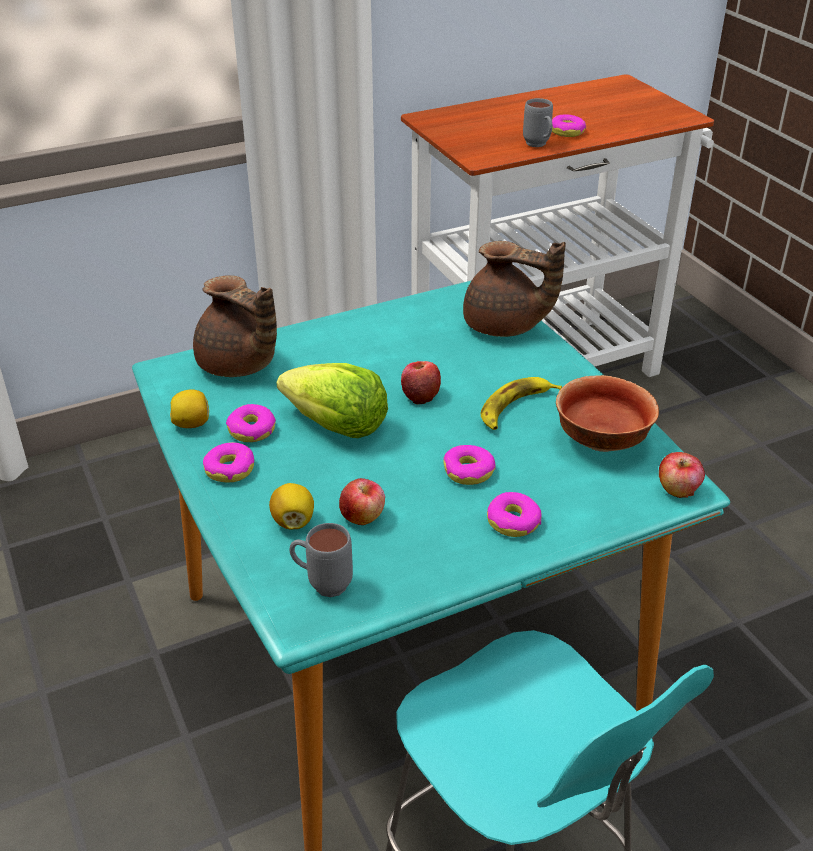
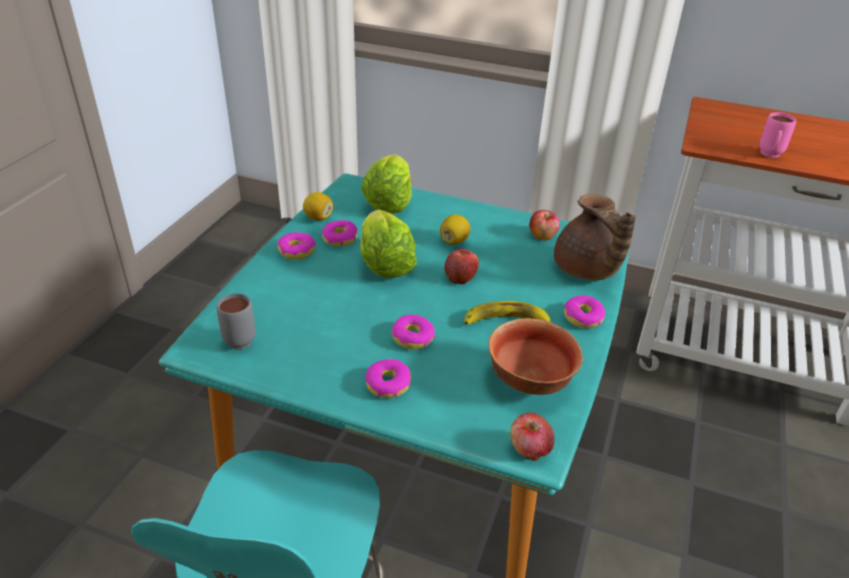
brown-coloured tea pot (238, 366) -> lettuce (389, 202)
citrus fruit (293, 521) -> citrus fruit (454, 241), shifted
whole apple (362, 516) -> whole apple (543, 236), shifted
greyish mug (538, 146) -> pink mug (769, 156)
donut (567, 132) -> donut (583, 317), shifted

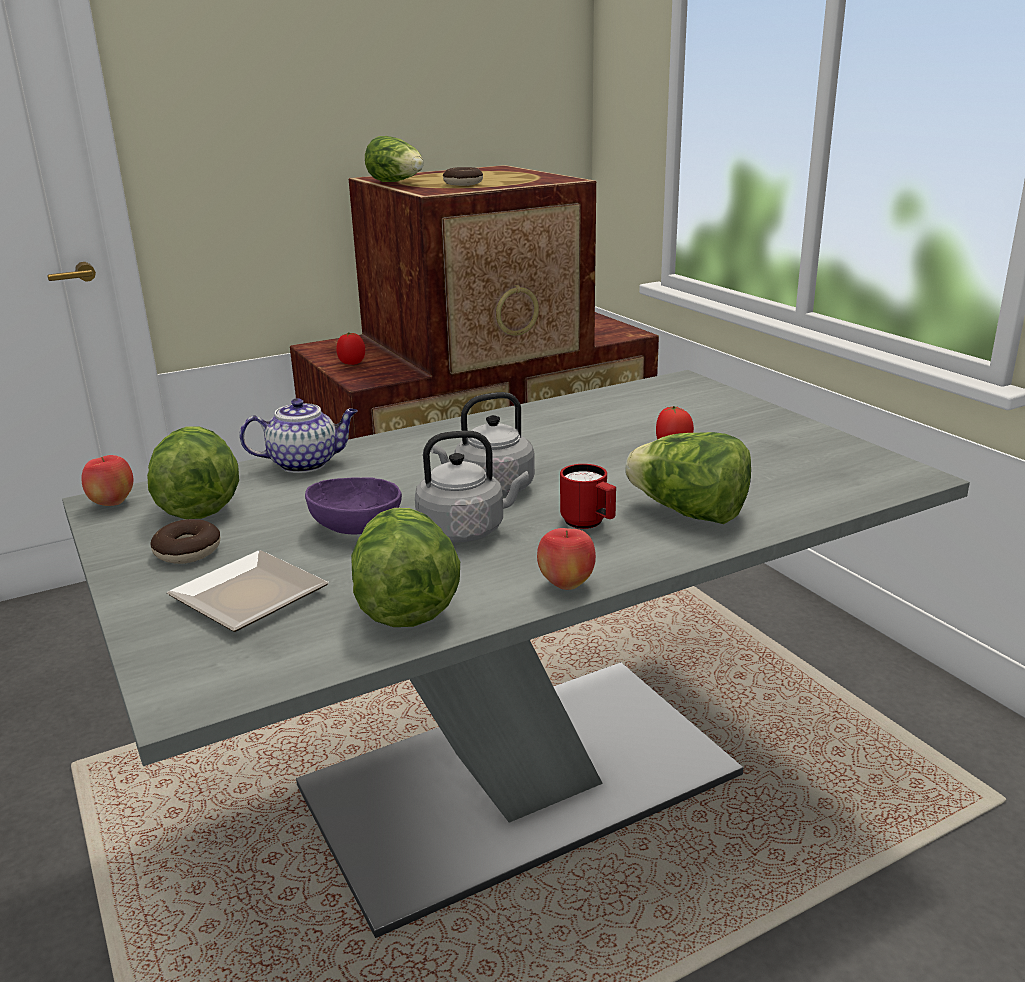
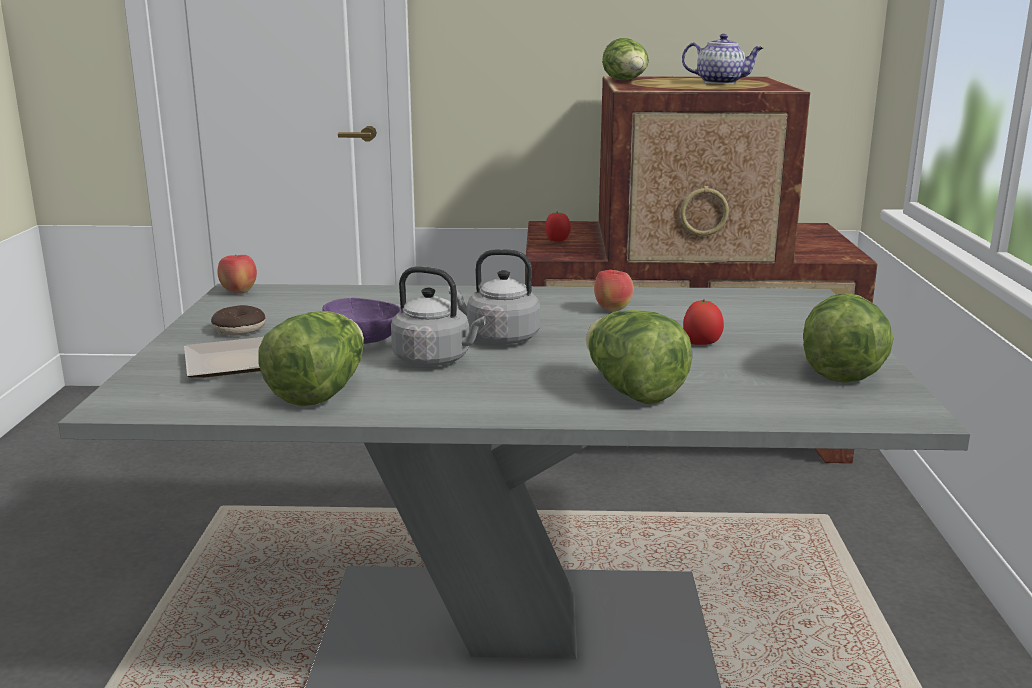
lettuce (198, 504) -> lettuce (839, 370), shifted
tea pot (305, 463) -> tea pot (721, 82), shifted
donut (463, 184) -> none
whole apple (566, 585) -> whole apple (612, 310), shifted
red-coloured mug (589, 524) -> none

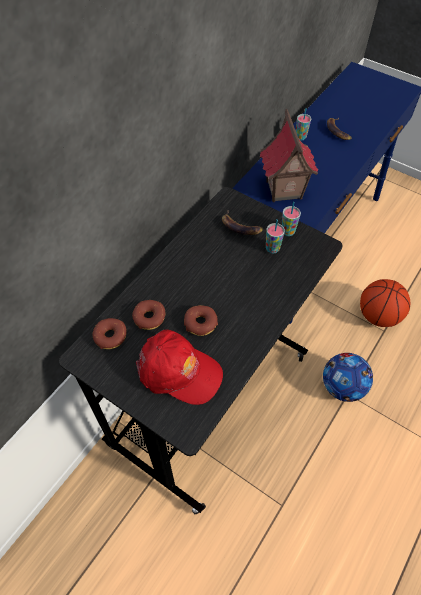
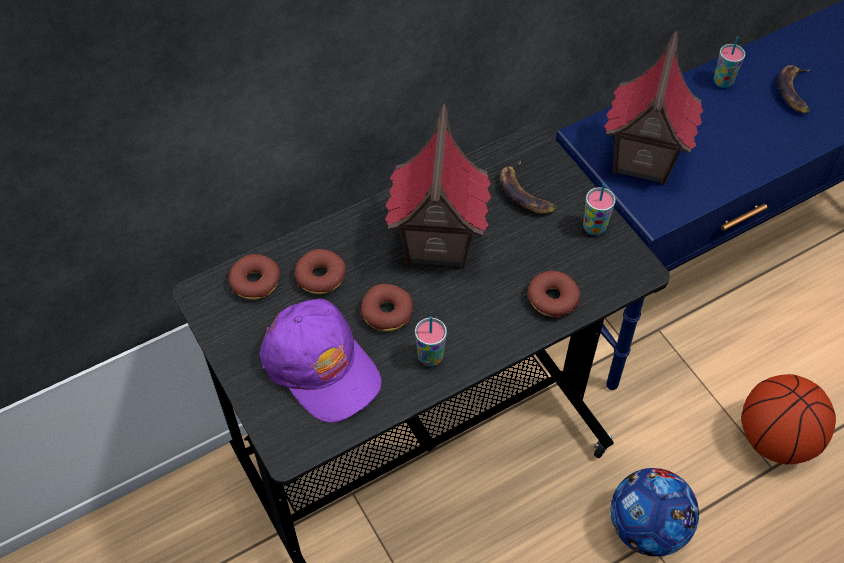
red-coloured peaked cap (179, 371) -> purple-coloured peaked cap (321, 365)
small cup (272, 249) -> small cup (430, 357), shifted
none -> model house (436, 243)
none -> donut (552, 299)

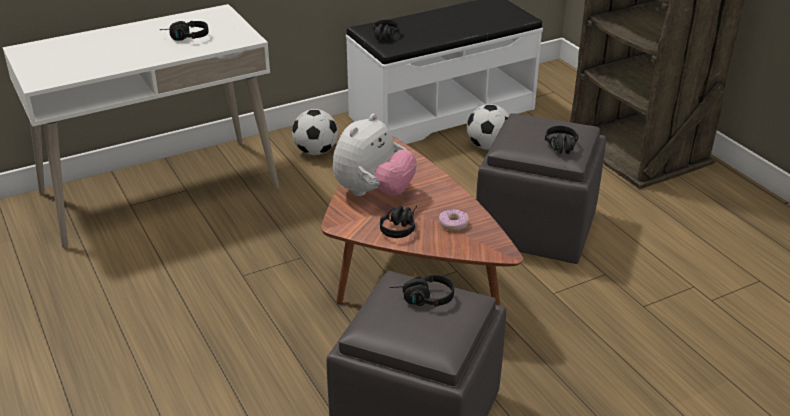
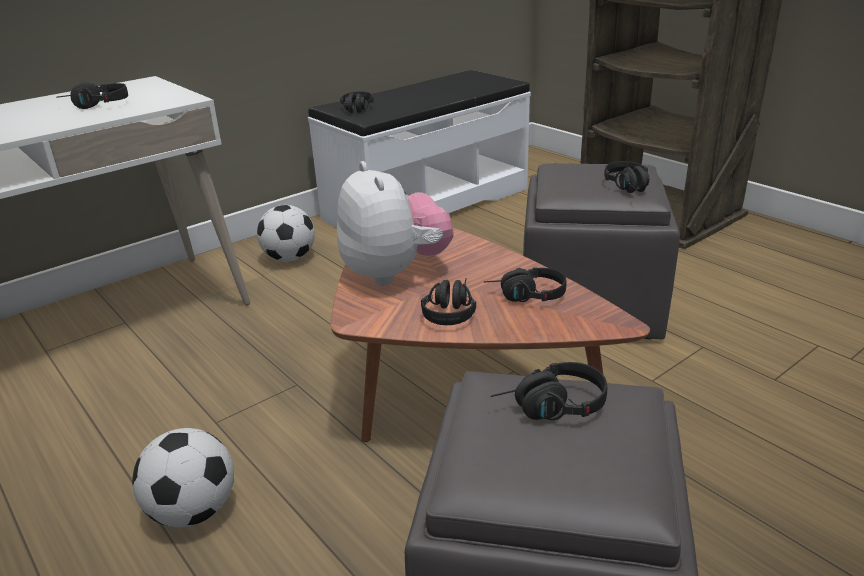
soft toy (373, 192) -> soft toy (394, 273), 45 degrees counterclockwise
donut (453, 224) -> black headphones (525, 296)
ball for football (488, 146) -> ball for football (193, 511), shifted

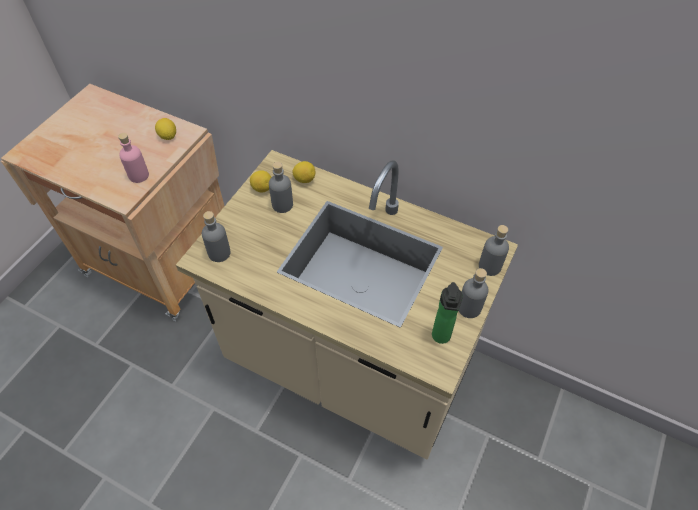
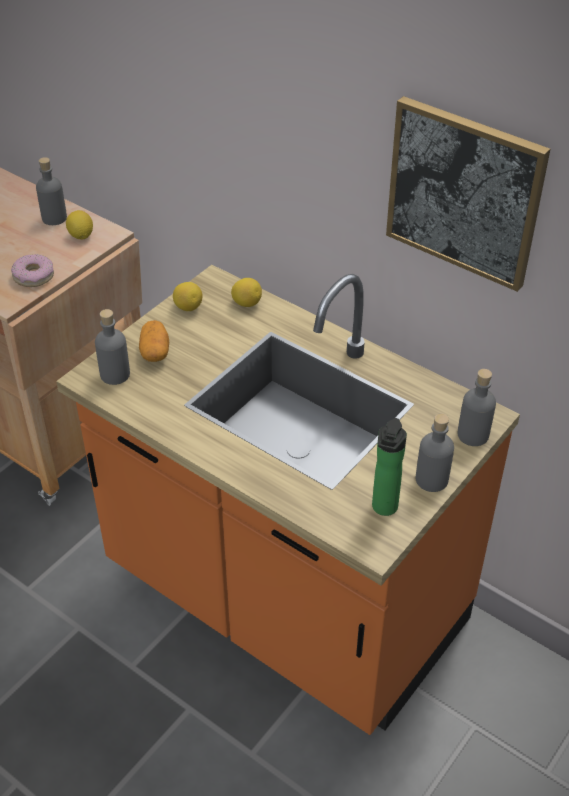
pink bottle (139, 175) -> donut (33, 276)
sand-coloured kitchen counter (349, 365) -> orange kitchen counter (284, 600)
greyish bottle (282, 205) -> greyish bottle (54, 218), shifted
none -> spud (155, 351)
none -> wall picture (464, 192)

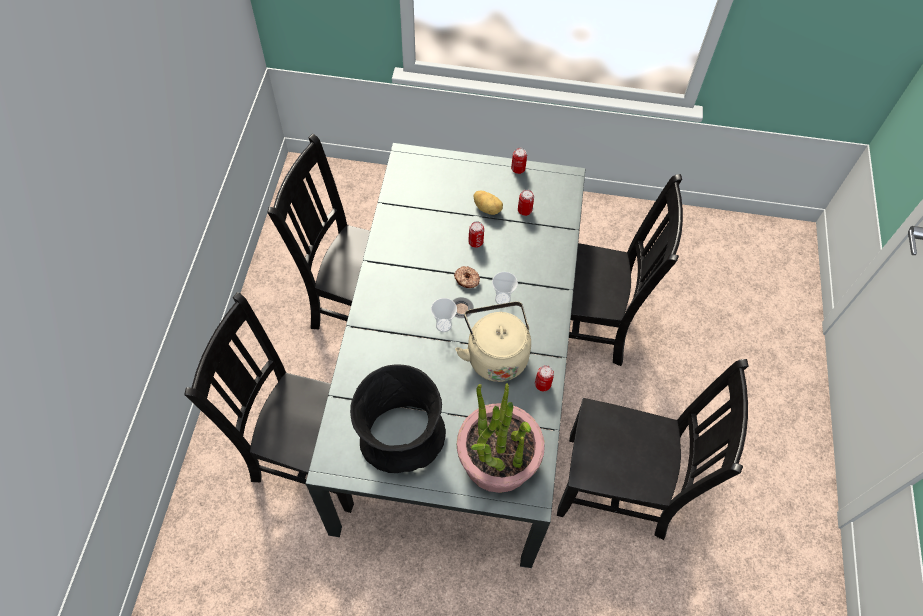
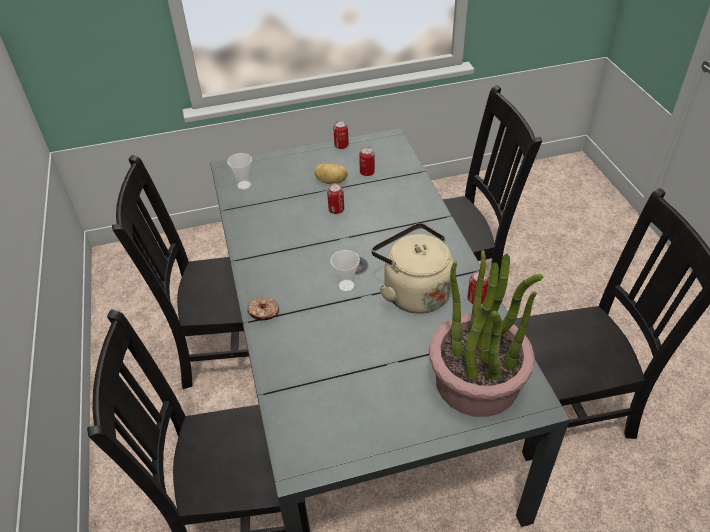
black vase (400, 436) -> none
donut (467, 280) -> donut (263, 312), shifted
small cup (502, 299) -> small cup (244, 185), shifted

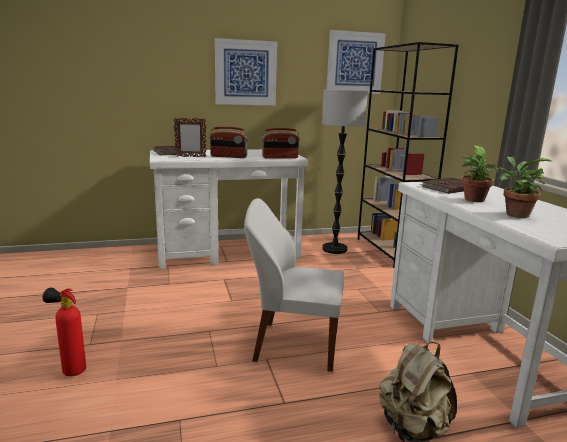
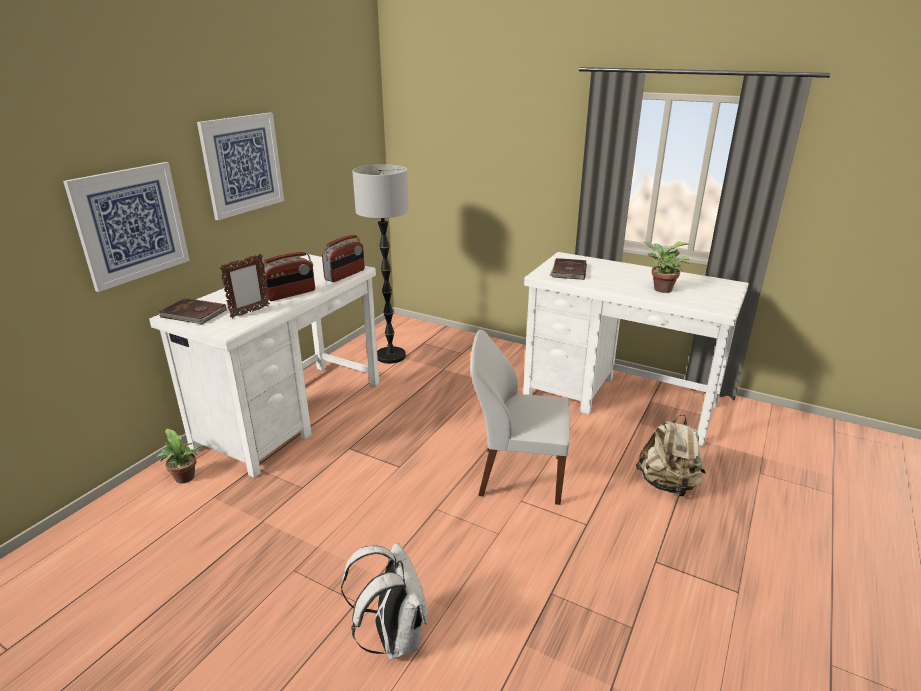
fire extinguisher (70, 371) -> white knapsack (393, 637)
white plain chair (294, 345) -> white plain chair (518, 475), 45 degrees clockwise
wall picture (355, 63) -> wall picture (131, 224), shifted
sand-coloured bookcase (391, 251) -> none
houseplant (475, 200) -> houseplant (185, 479), shifted

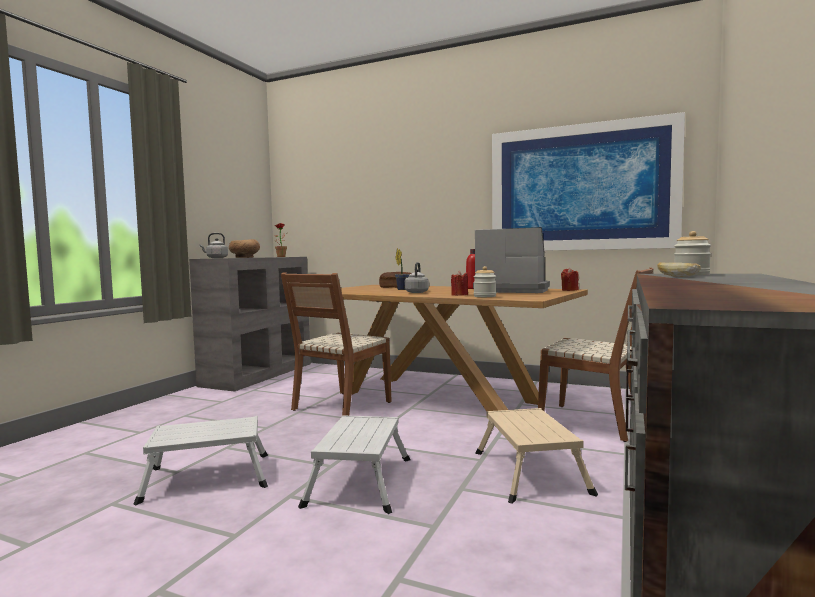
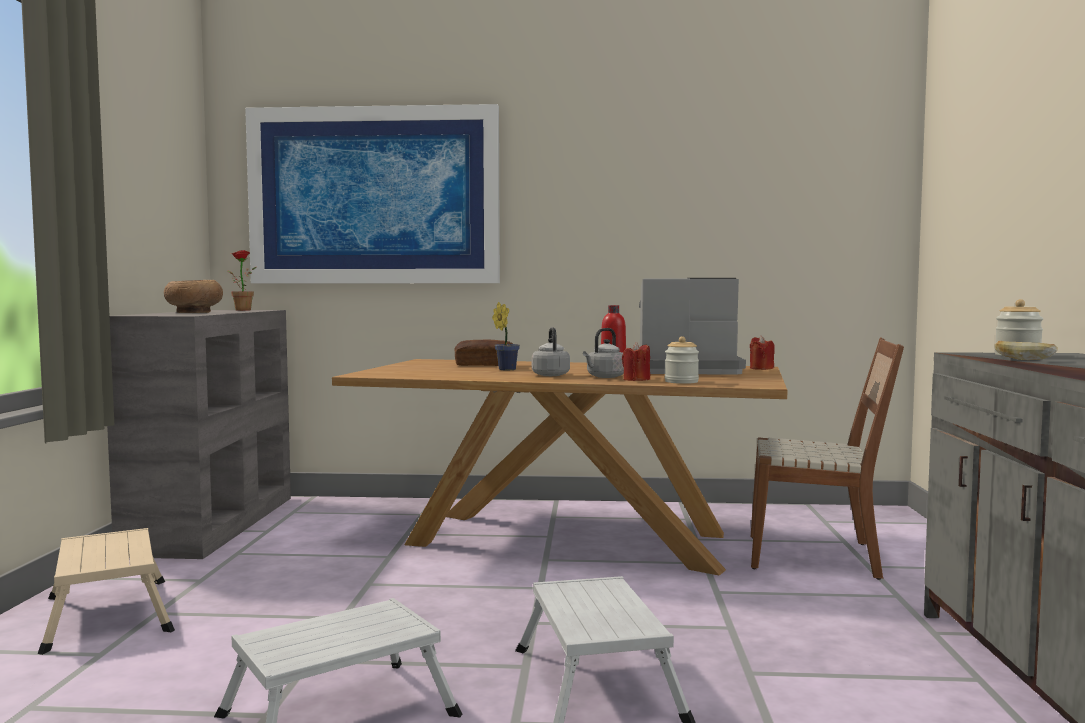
greyish tea kettle (216, 258) -> greyish tea kettle (604, 377), shifted
plain chair (339, 407) -> none
sand-coloured step ladder (530, 472) -> sand-coloured step ladder (108, 614), shifted
wall picture (581, 188) -> wall picture (374, 196), shifted

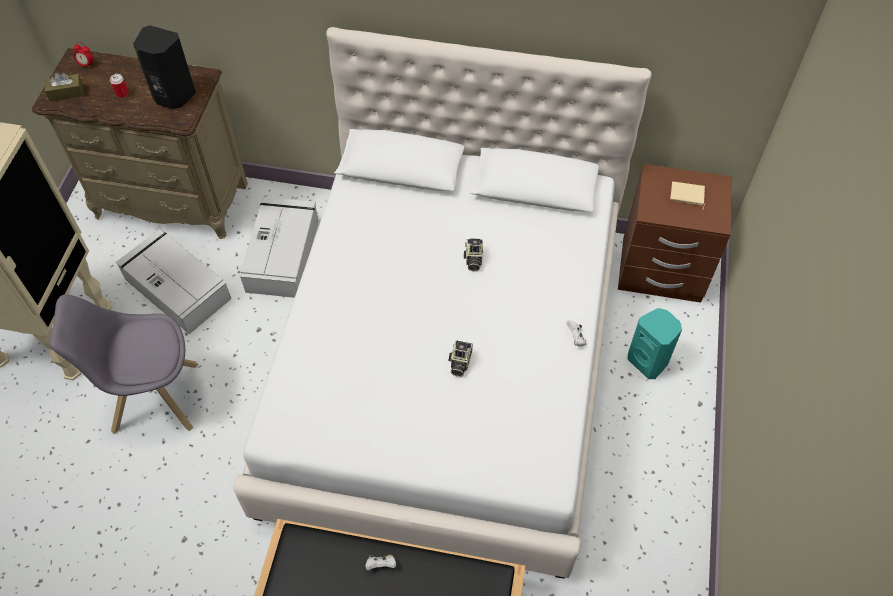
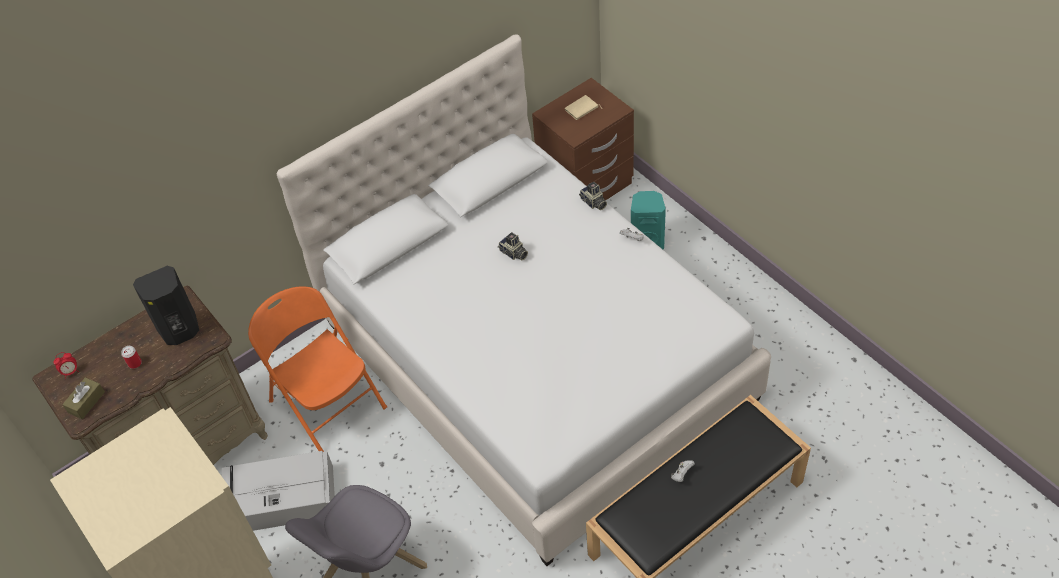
greyish storage bin (283, 254) -> orange plain chair (328, 404)
still camera (459, 362) -> still camera (593, 203), shifted

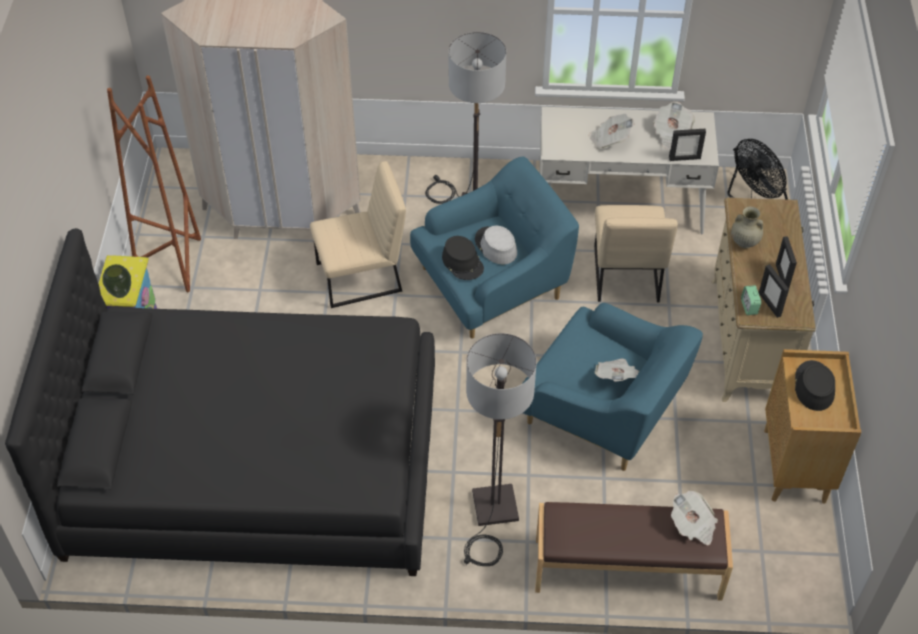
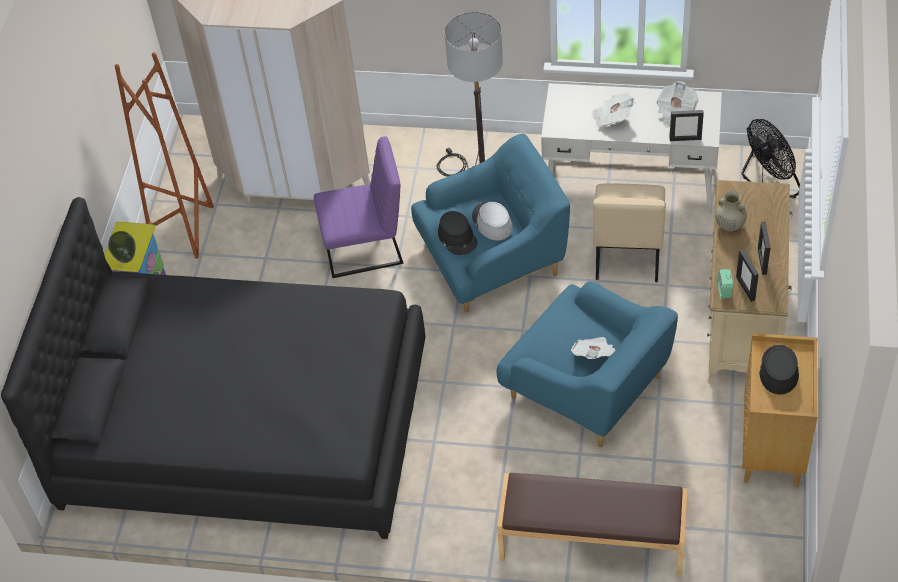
sand-coloured plain chair (362, 277) -> purple-coloured plain chair (365, 248)
standing lamp (491, 519) -> none
daily paper (693, 525) -> none

